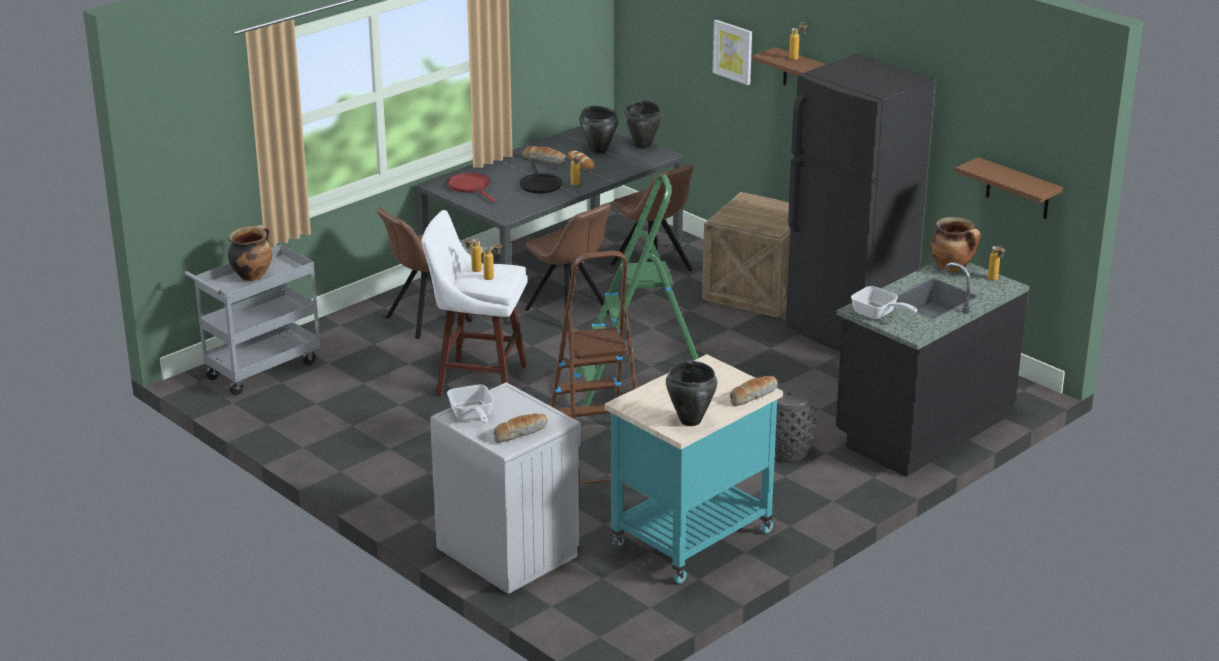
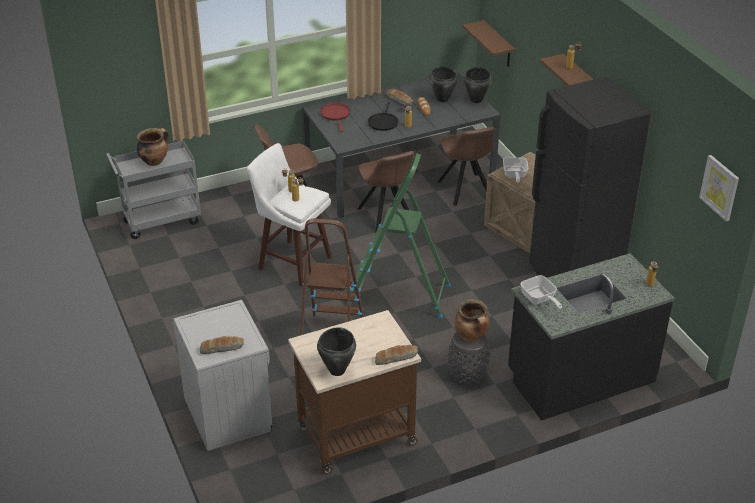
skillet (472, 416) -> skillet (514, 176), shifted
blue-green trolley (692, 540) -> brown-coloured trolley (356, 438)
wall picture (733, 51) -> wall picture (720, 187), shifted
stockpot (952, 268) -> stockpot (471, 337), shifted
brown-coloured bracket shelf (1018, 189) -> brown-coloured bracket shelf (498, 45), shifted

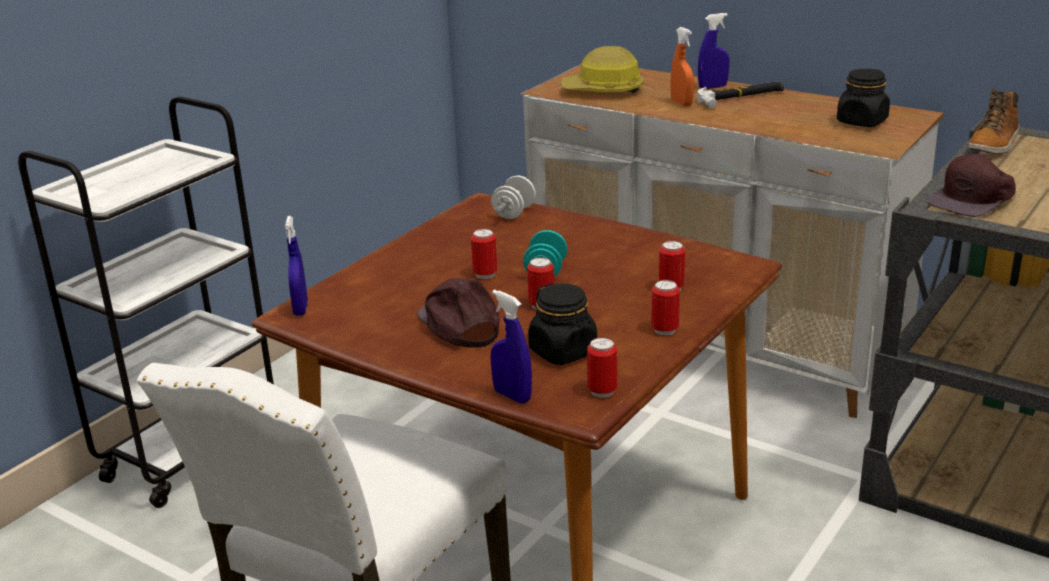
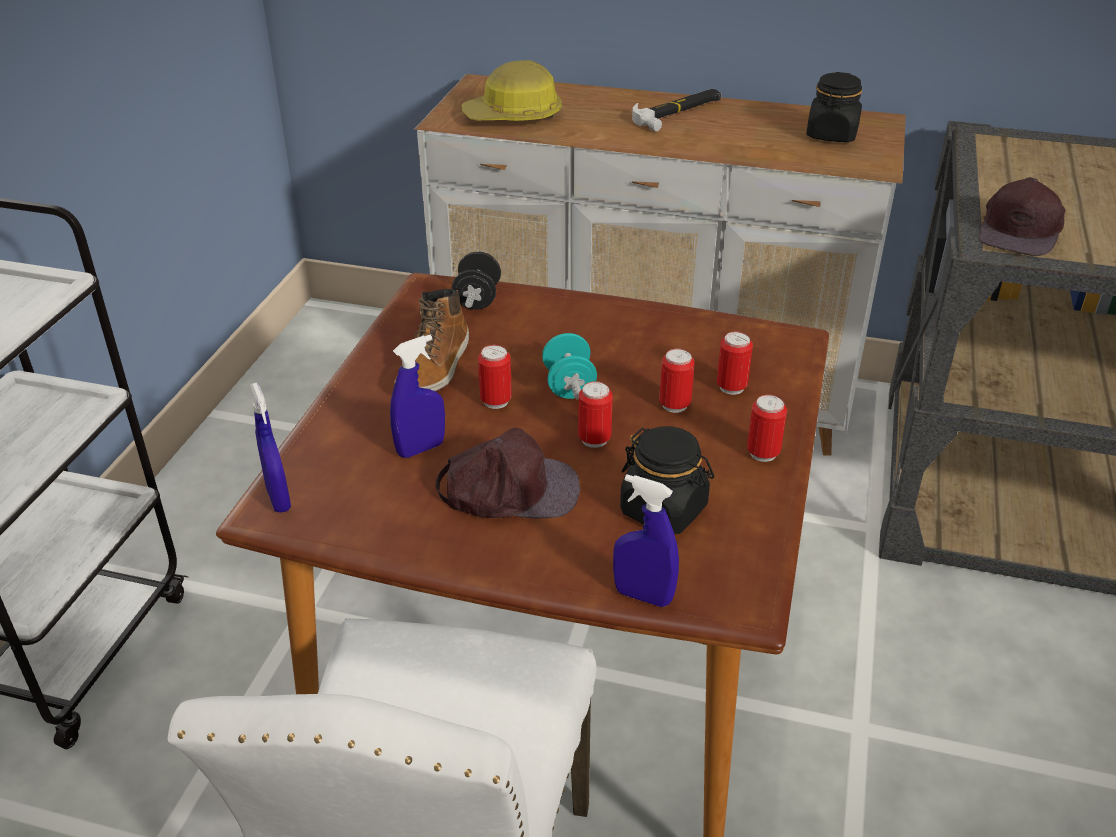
brown-coloured peaked cap (459, 325) -> brown-coloured peaked cap (509, 489), 135 degrees clockwise
white free weight (514, 213) -> black free weight (477, 299)
sealed can (602, 391) -> sealed can (674, 405), shifted
orange sprayer (681, 103) -> none
bluish sprayer (712, 87) -> bluish sprayer (421, 449), shifted
high-top boot (994, 144) -> high-top boot (435, 367), shifted

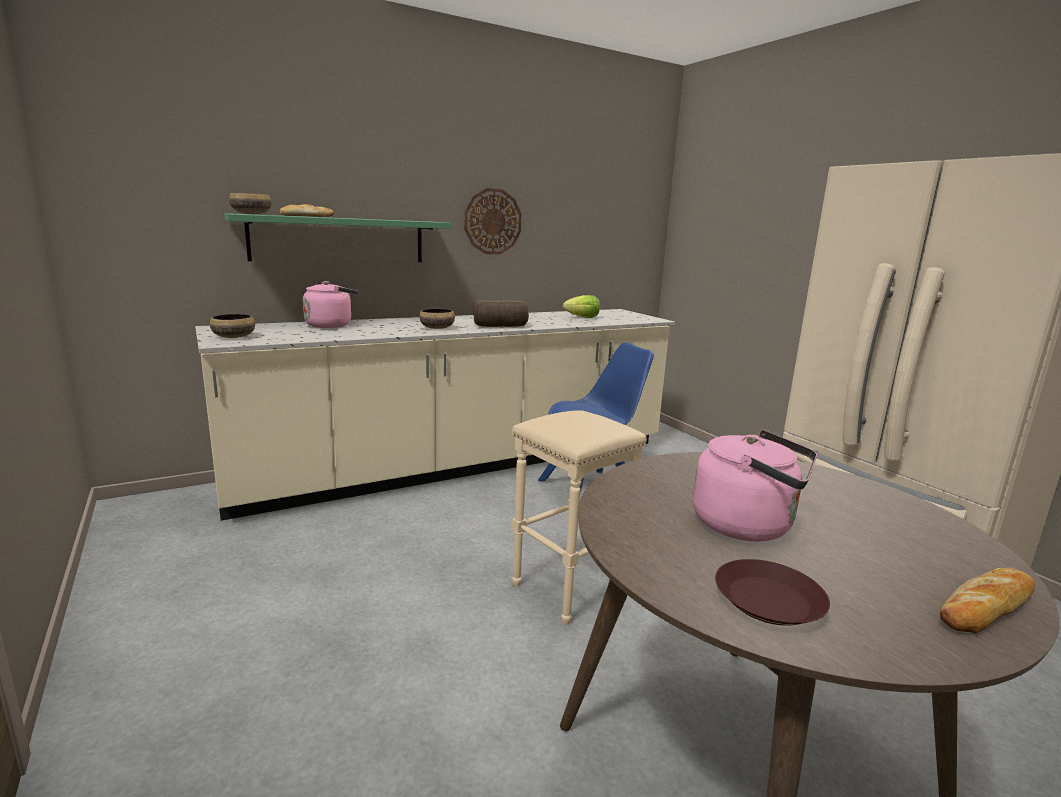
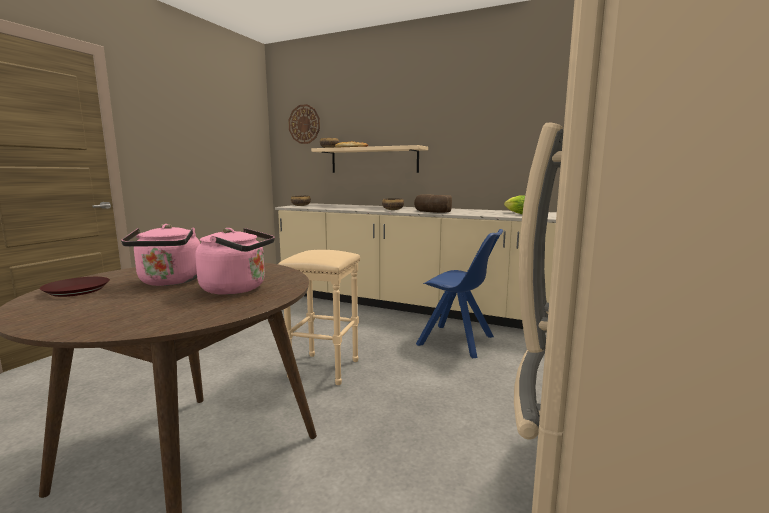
greenish bracket shelf (339, 239) -> sand-coloured bracket shelf (373, 160)
pink tea kettle (331, 325) -> pink tea kettle (238, 289), shifted
wall clock (492, 221) -> wall clock (304, 124), shifted
bread (986, 606) -> none

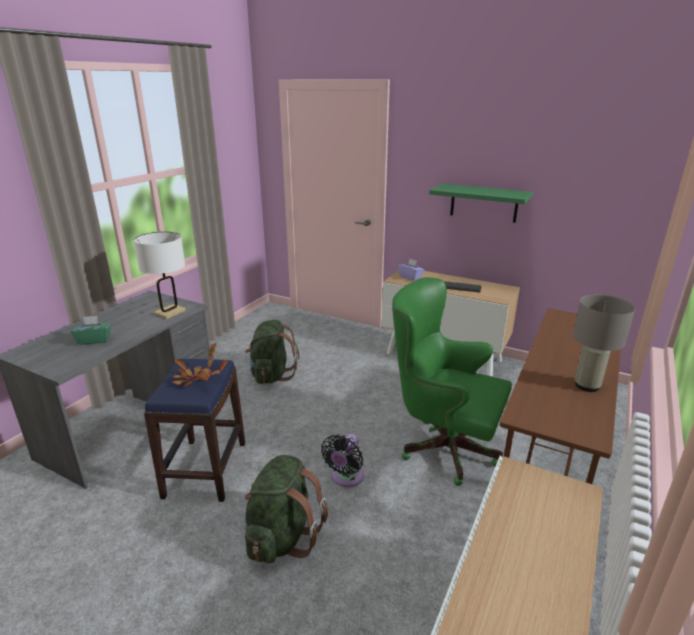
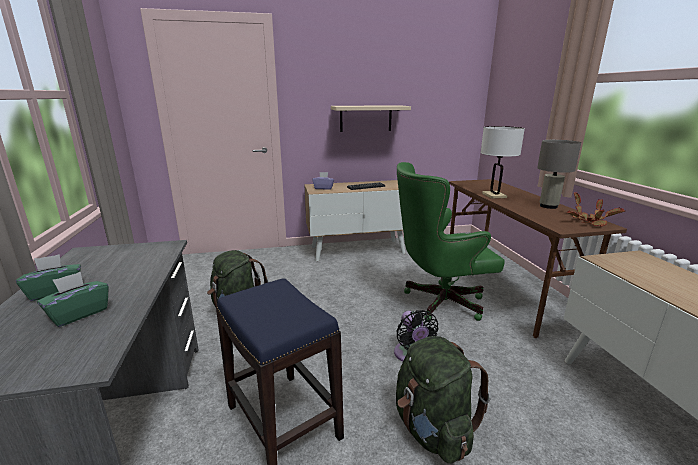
white table lamp (170, 312) -> white table lamp (494, 195), shifted
houseplant (197, 379) -> houseplant (589, 221), shifted
greenish bracket shelf (483, 203) -> sand-coloured bracket shelf (365, 118)
none -> greenish tissue holder (56, 291)

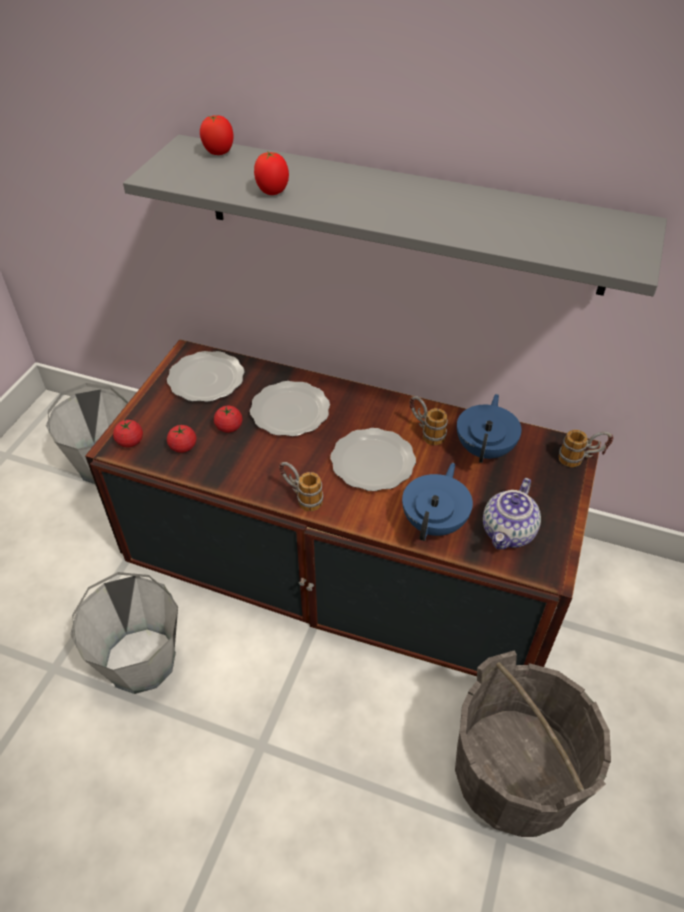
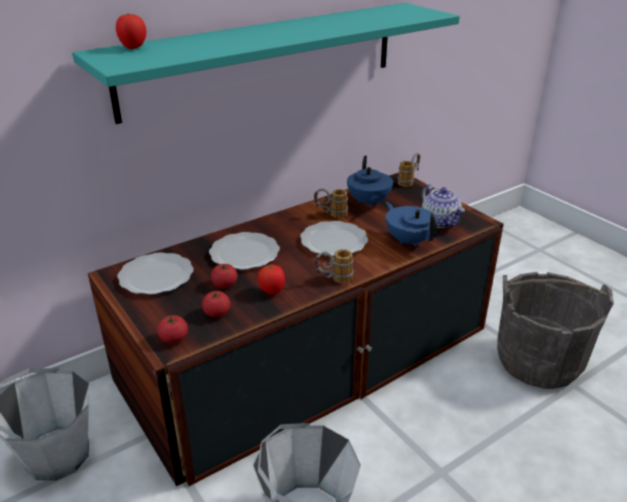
greyish bracket shelf (401, 214) -> blue-green bracket shelf (264, 58)
tomato (272, 192) -> tomato (272, 291), shifted
bluish tea pot (485, 449) -> bluish tea pot (368, 202), 150 degrees counterclockwise

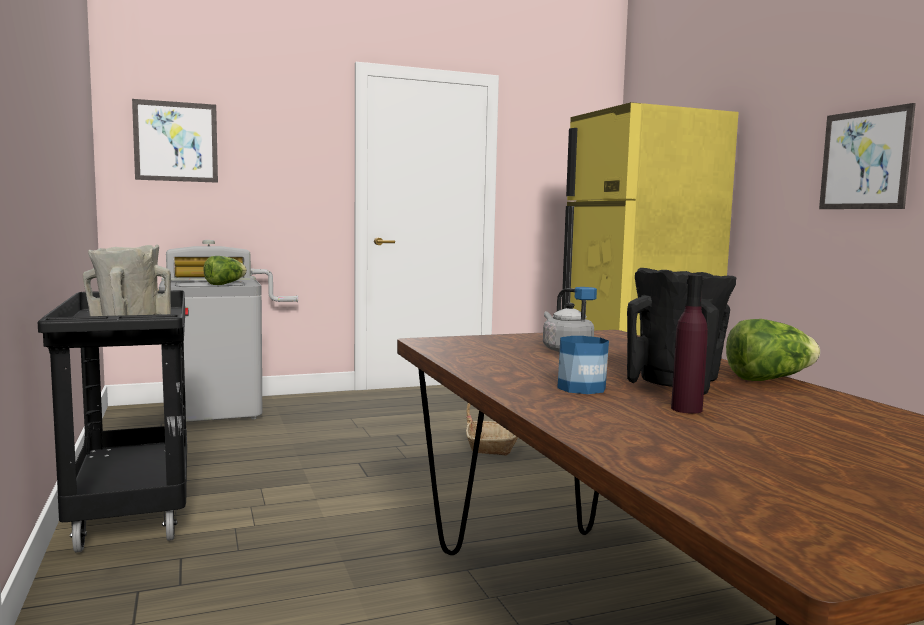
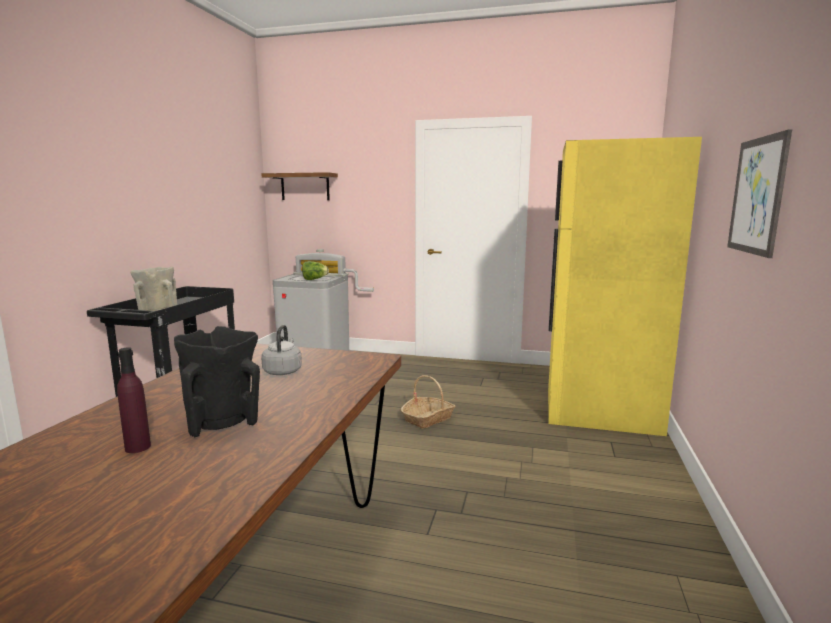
wall picture (176, 141) -> bracket shelf (305, 187)
bottle (581, 388) -> none
lettuce (768, 379) -> none

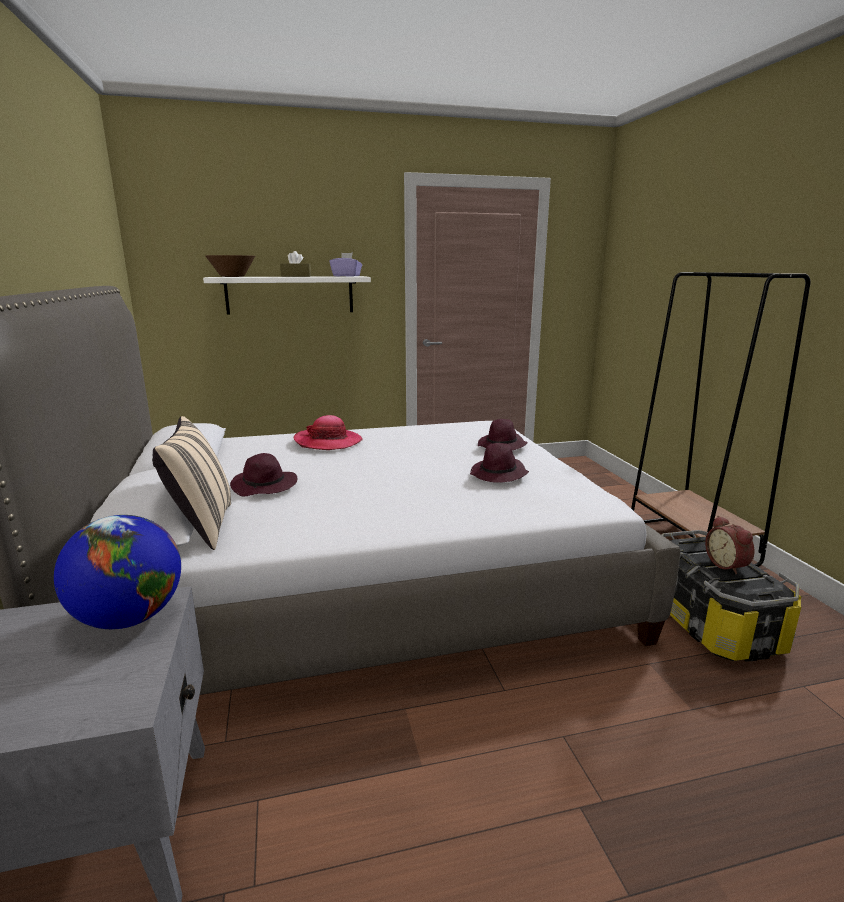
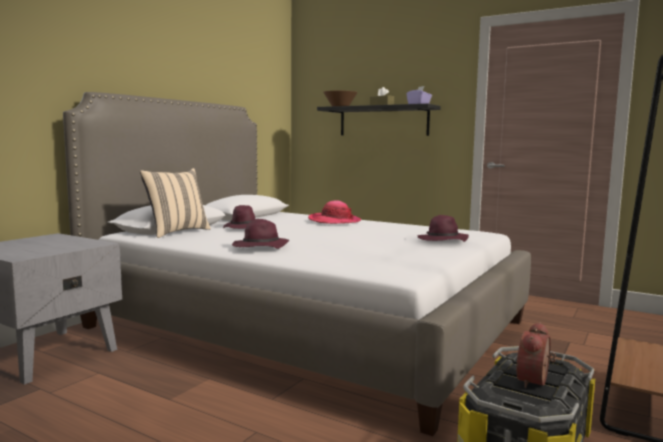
globe (129, 618) -> none
white bracket shelf (290, 295) -> black bracket shelf (383, 121)
purple-coloured hat (499, 475) -> purple-coloured hat (260, 247), shifted

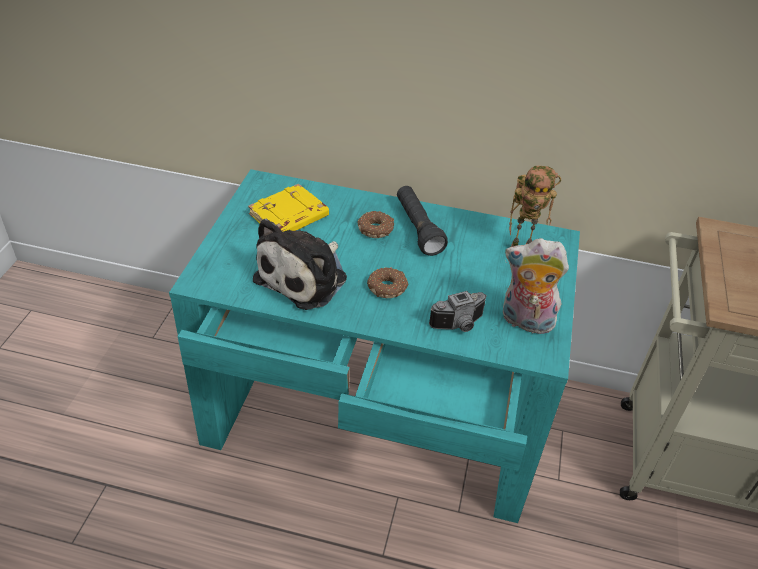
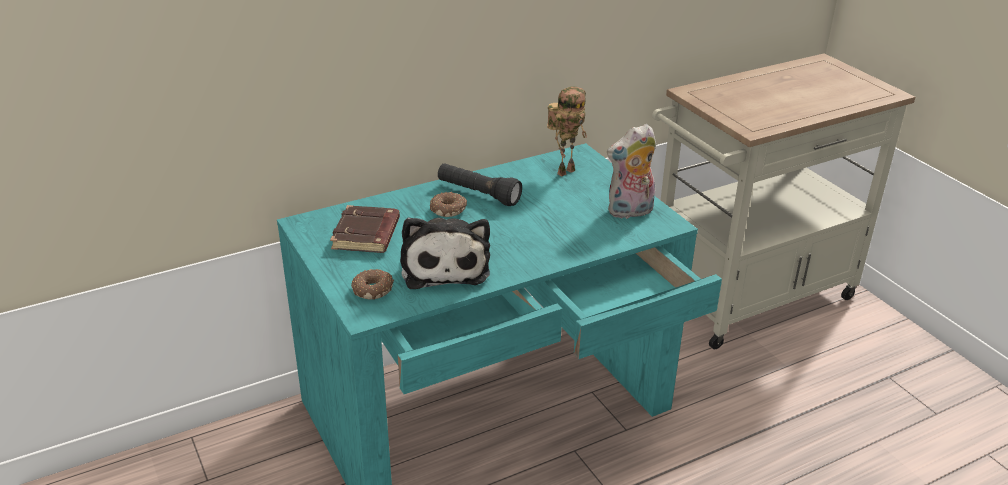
yellow-coloured bound book (289, 217) -> brown-coloured bound book (367, 235)
donut (388, 287) -> donut (373, 289), shifted
still camera (460, 325) -> none

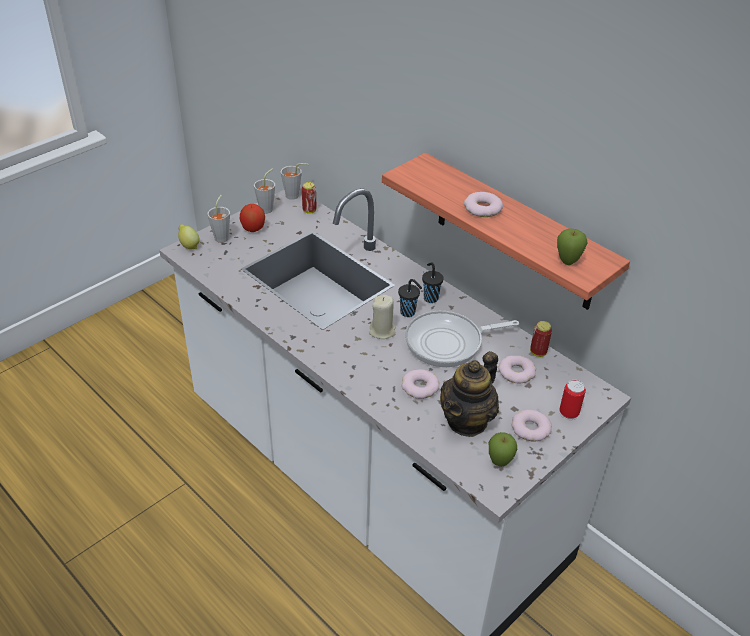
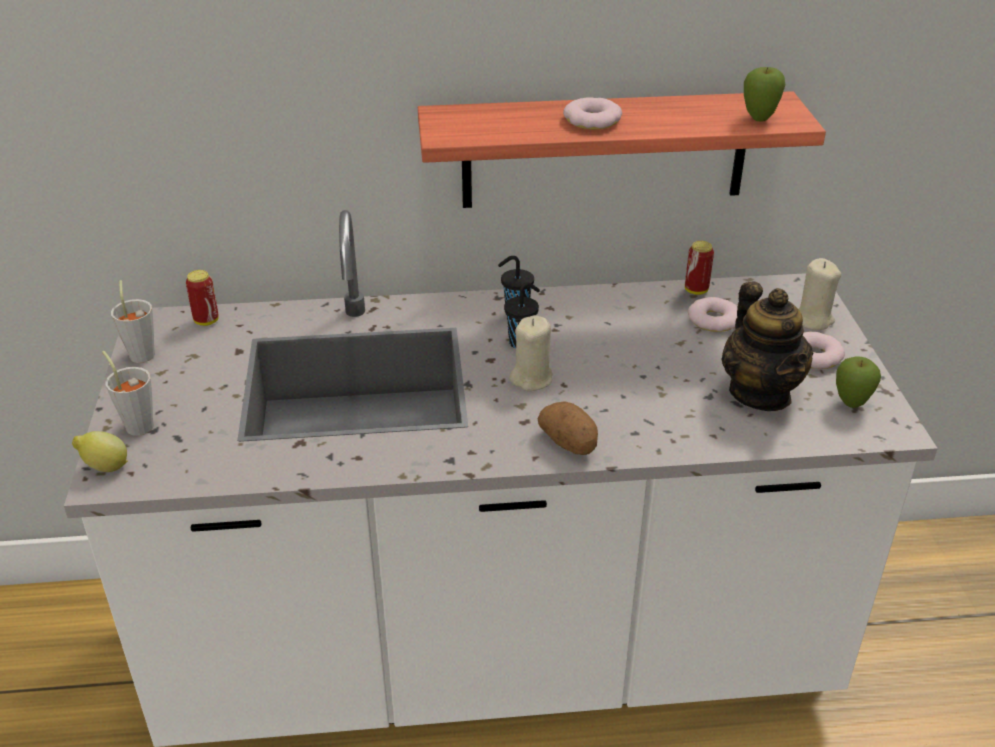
whole apple (253, 228) -> none
greyish small cup (295, 196) -> none
donut (420, 387) -> none
skillet (448, 343) -> none
sealed can (569, 413) -> sand-coloured wax candle (812, 319)
none -> spud (569, 443)

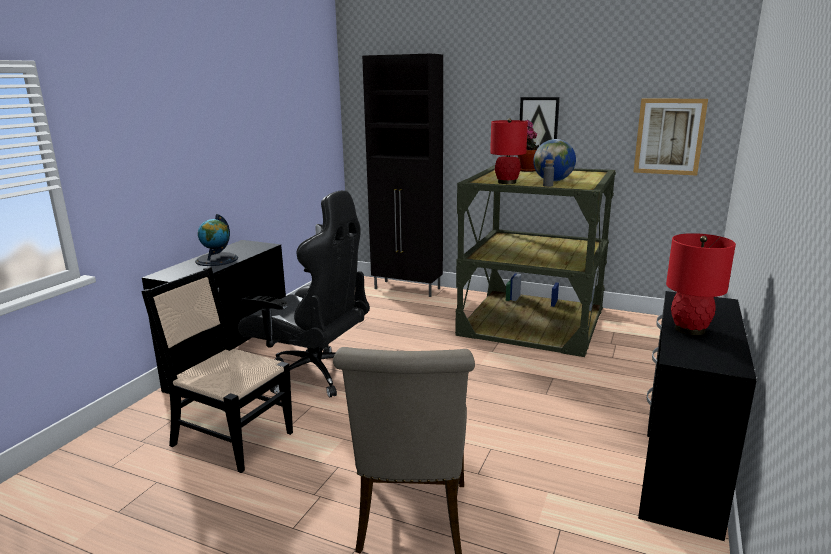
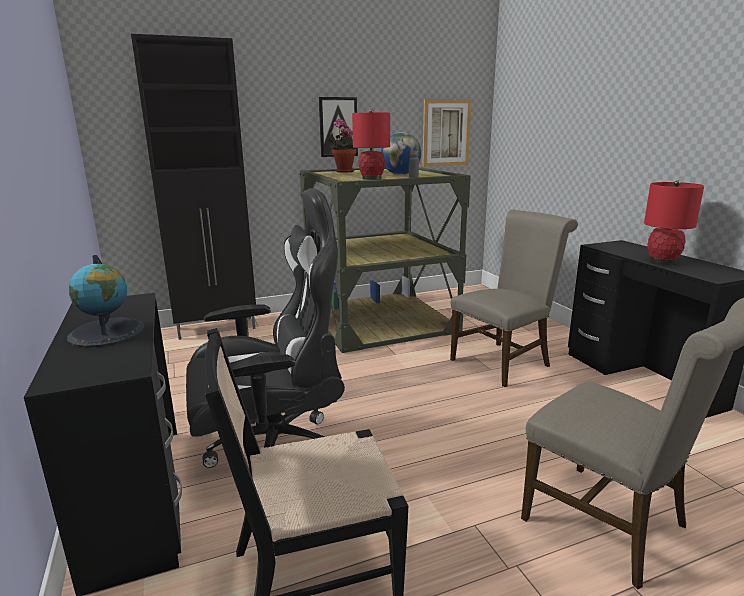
none -> sand-coloured plain chair (504, 361)

